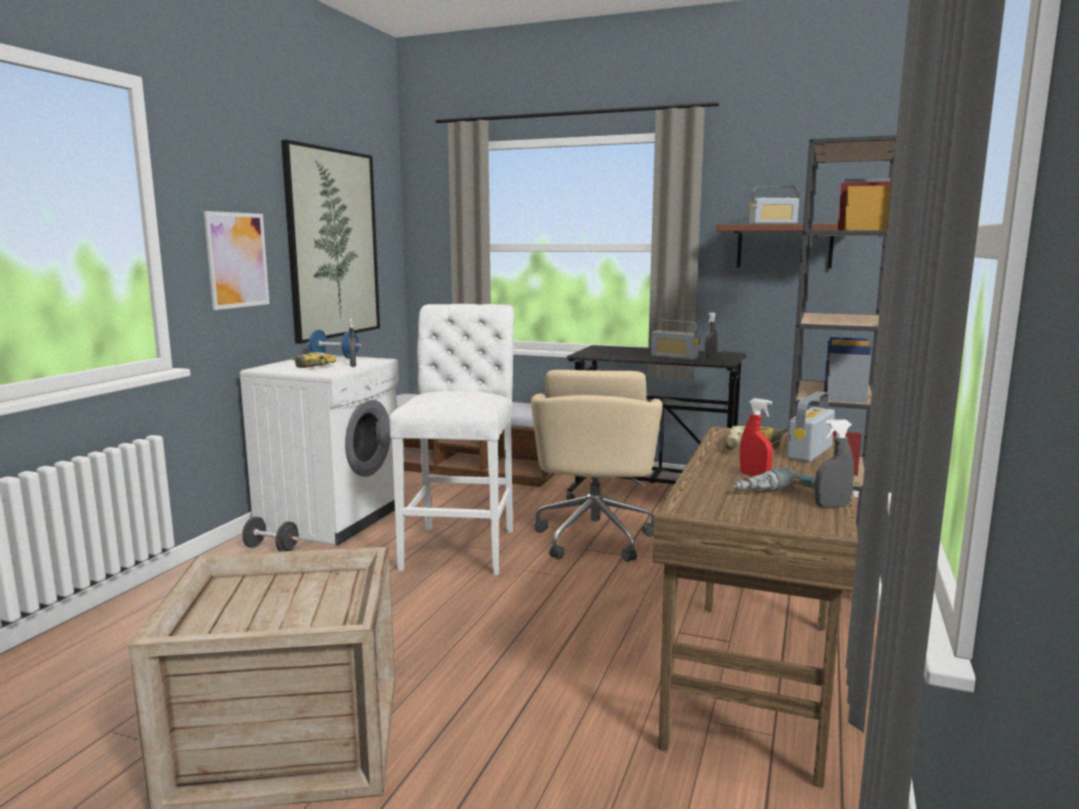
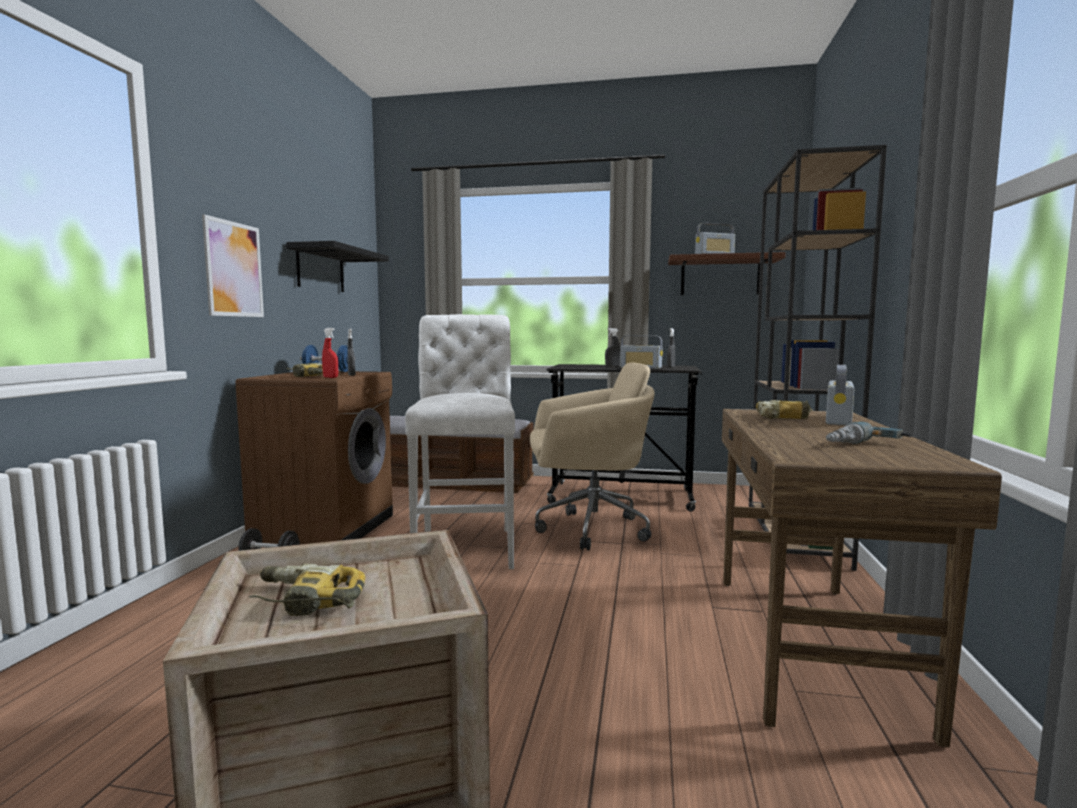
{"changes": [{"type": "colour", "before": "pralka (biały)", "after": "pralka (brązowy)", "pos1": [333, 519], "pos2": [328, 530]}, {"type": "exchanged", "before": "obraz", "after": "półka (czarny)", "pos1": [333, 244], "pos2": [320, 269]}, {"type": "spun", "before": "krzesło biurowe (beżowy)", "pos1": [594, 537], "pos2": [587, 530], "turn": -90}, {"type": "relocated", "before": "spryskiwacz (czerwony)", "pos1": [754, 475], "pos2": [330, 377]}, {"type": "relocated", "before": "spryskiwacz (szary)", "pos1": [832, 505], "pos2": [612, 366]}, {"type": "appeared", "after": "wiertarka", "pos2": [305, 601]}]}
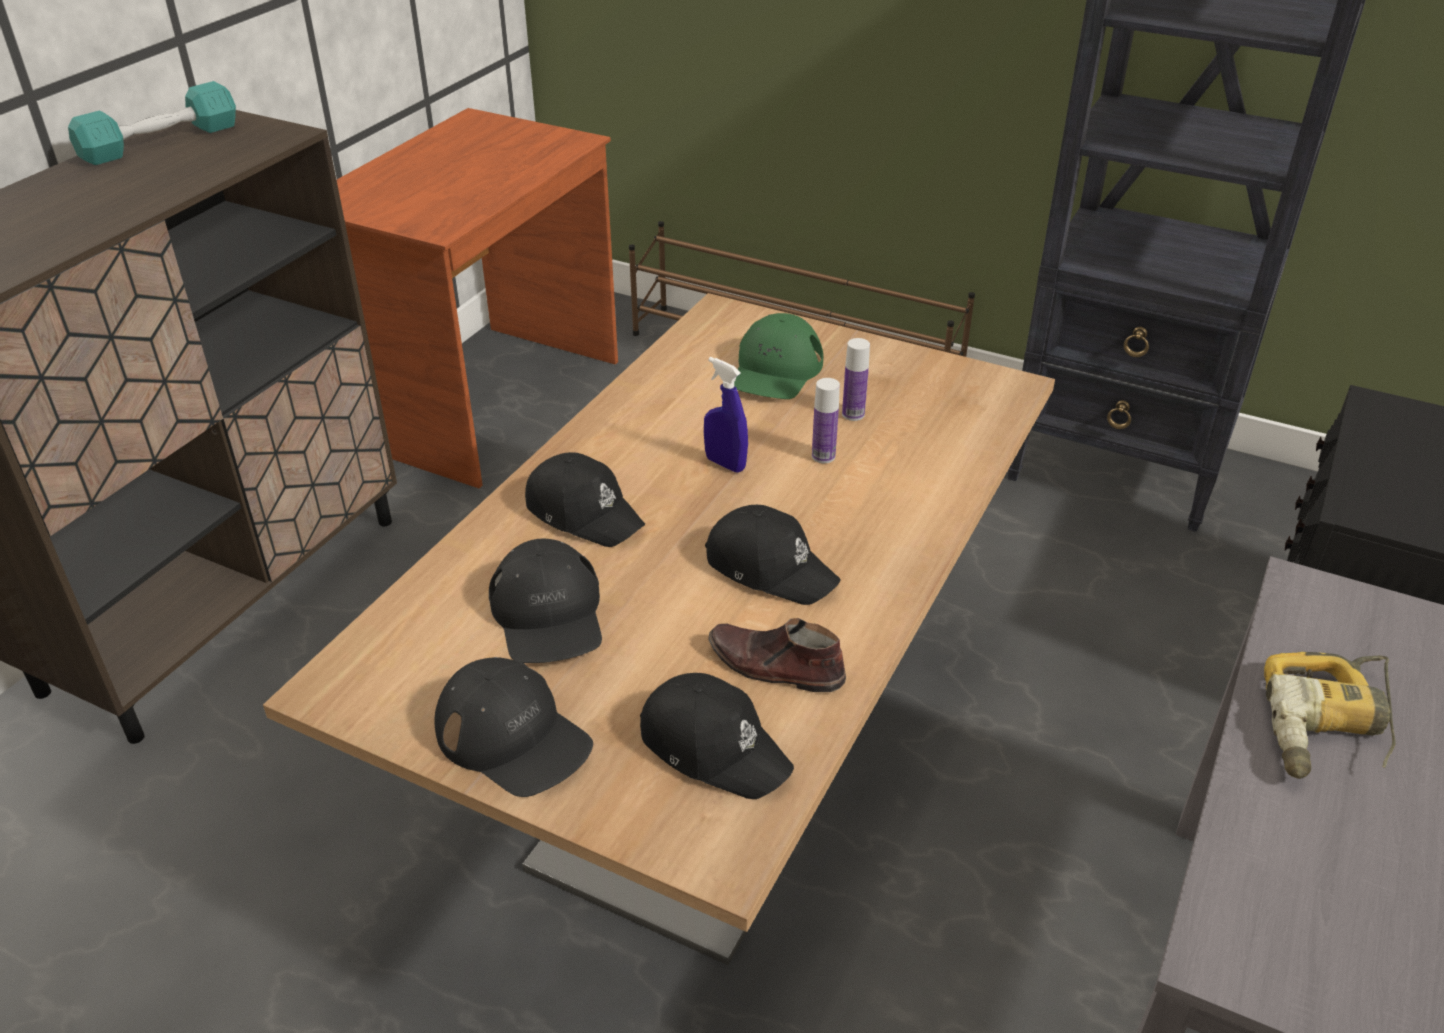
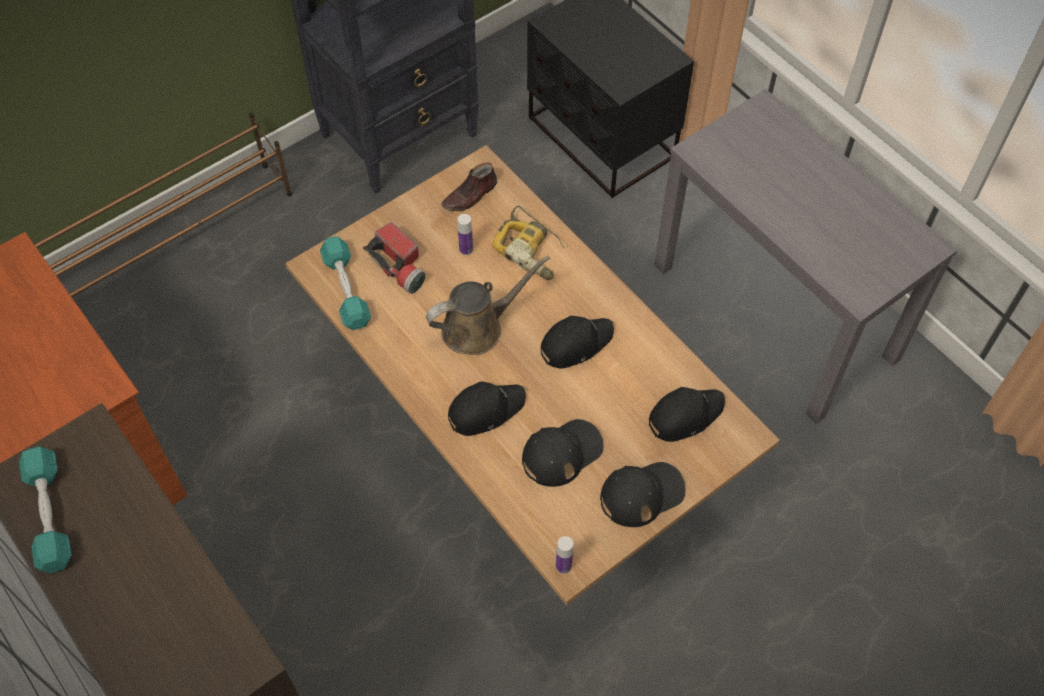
{"changes": [{"type": "spun", "before": "czapka z daszkiem (czarny)", "pos1": [548, 614], "pos2": [562, 453], "turn": -45}, {"type": "exchanged", "before": "spryskiwacz (niebieski)", "after": "konewka (brązowy)", "pos1": [725, 464], "pos2": [478, 328]}, {"type": "relocated", "before": "but (brązowy)", "pos1": [775, 667], "pos2": [470, 195]}, {"type": "exchanged", "before": "czapka z daszkiem (zielony)", "after": "latarka", "pos1": [775, 370], "pos2": [400, 266]}, {"type": "relocated", "before": "butelka", "pos1": [823, 456], "pos2": [563, 566]}, {"type": "relocated", "before": "wiertarka", "pos1": [1327, 728], "pos2": [531, 250]}, {"type": "appeared", "after": "hantel (turkusowy)", "pos2": [346, 290]}]}
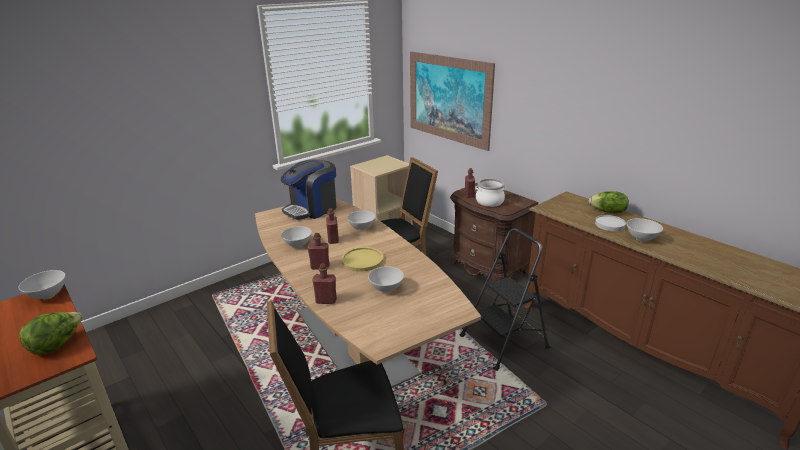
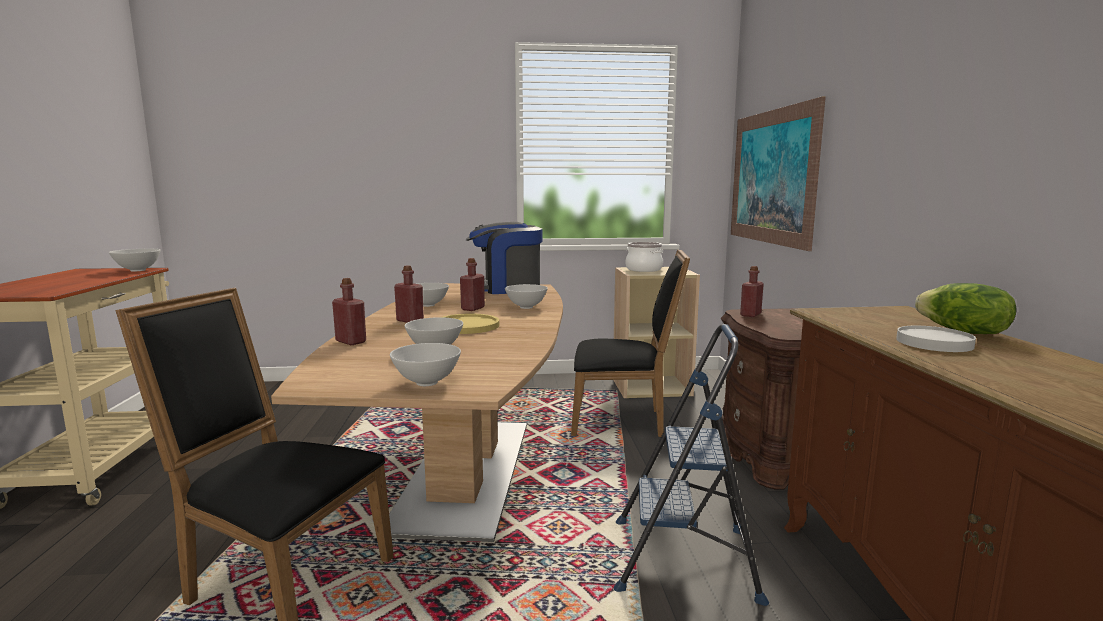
{"changes": [{"type": "missing", "before": "sałata", "pos1": [57, 345]}, {"type": "colour", "before": "drabinka (czarny)", "after": "drabinka (niebieski)", "pos1": [506, 340], "pos2": [689, 559]}, {"type": "relocated", "before": "garnek", "pos1": [489, 202], "pos2": [643, 269]}, {"type": "relocated", "before": "miska (biały)", "pos1": [641, 239], "pos2": [426, 383]}]}
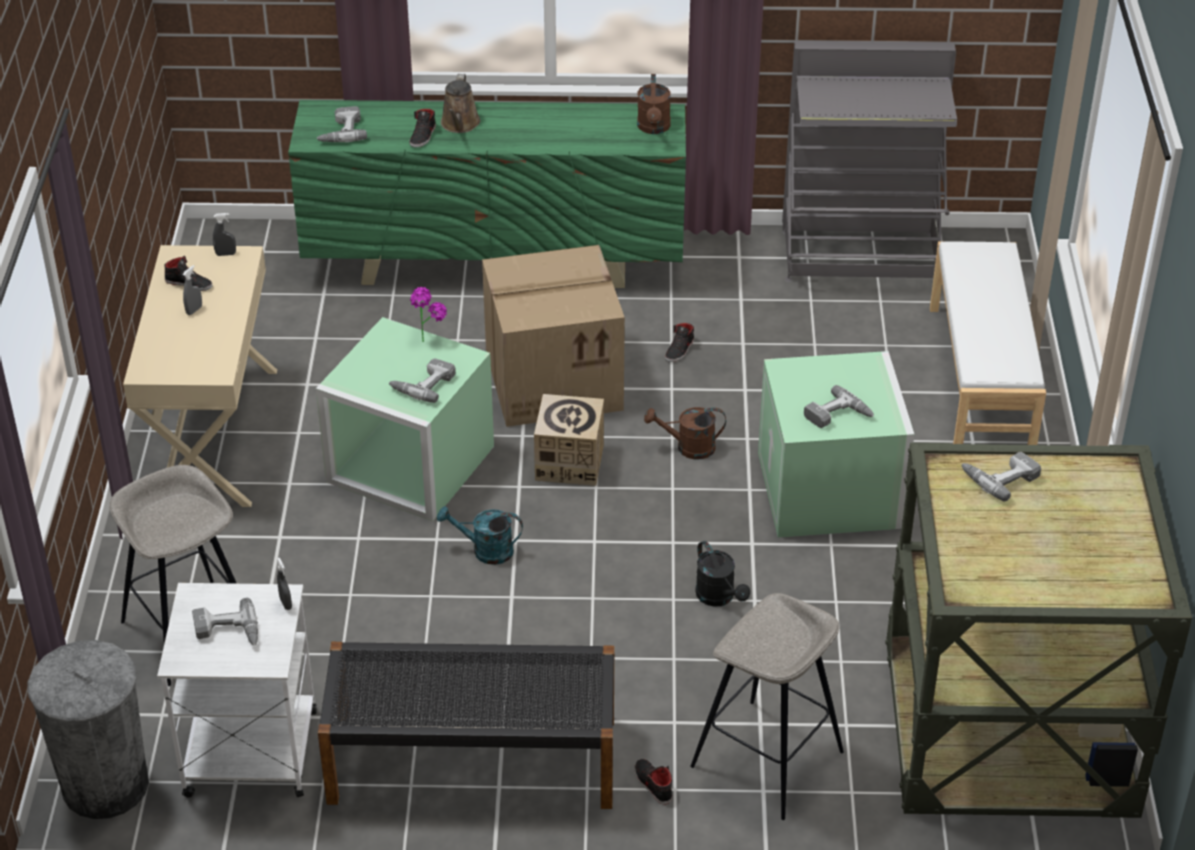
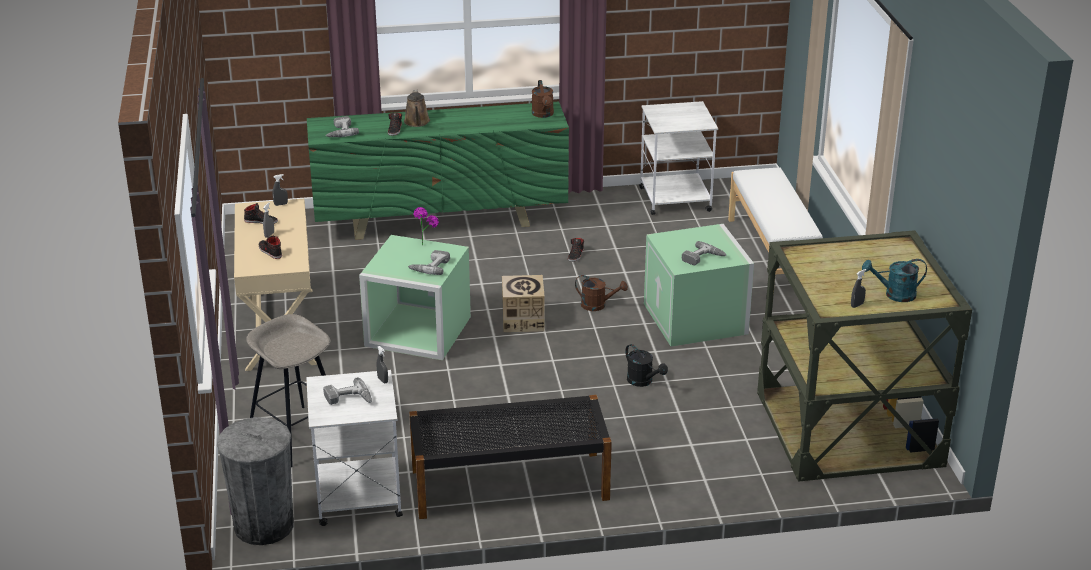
{"changes": [{"type": "relocated", "before": "konewka (turkusowy)", "pos1": [485, 550], "pos2": [894, 295]}, {"type": "missing", "before": "karton", "pos1": [555, 379]}, {"type": "relocated", "before": "but (czarny)", "pos1": [652, 784], "pos2": [270, 251]}, {"type": "spun", "before": "konewka (brązowy)", "pos1": [688, 448], "pos2": [598, 305], "turn": -150}, {"type": "missing", "before": "stołek (szary)", "pos1": [767, 760]}, {"type": "exchanged", "before": "regał na buty (szary)", "after": "wózek (biały)", "pos1": [860, 260], "pos2": [676, 199]}, {"type": "missing", "before": "wiertarka", "pos1": [999, 477]}, {"type": "appeared", "after": "spryskiwacz (szary)", "pos2": [857, 305]}]}
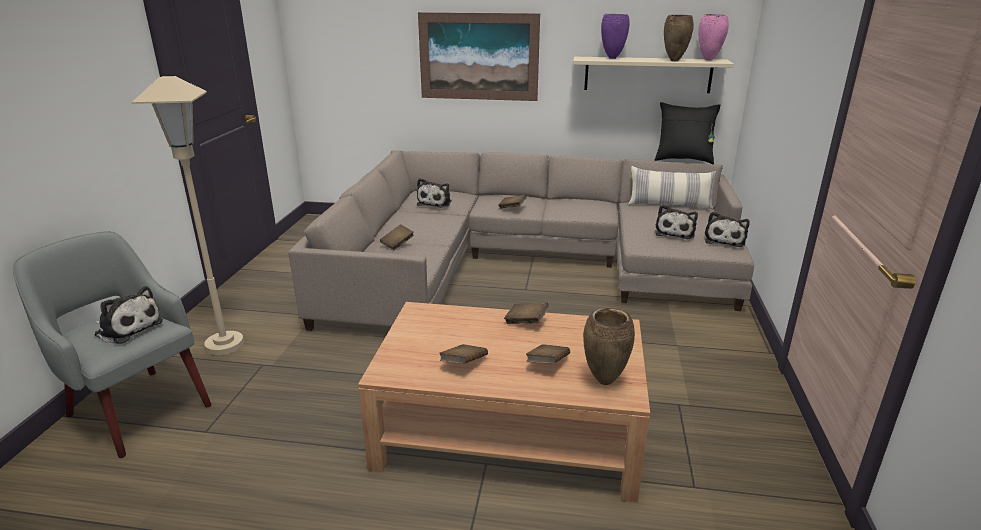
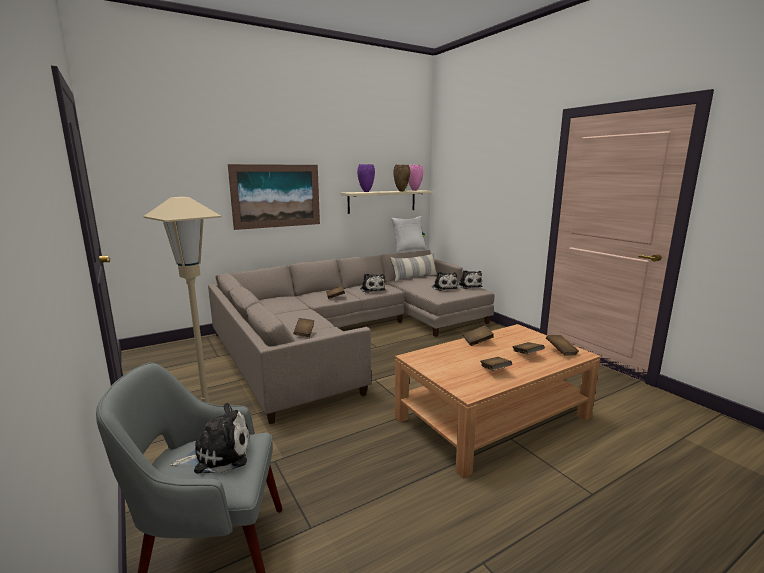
{"changes": [{"type": "relocated", "before": "pluszak", "pos1": [435, 203], "pos2": [372, 289]}, {"type": "exchanged", "before": "wazon (brązowy)", "after": "książka (brązowy)", "pos1": [603, 381], "pos2": [561, 352]}, {"type": "colour", "before": "poduszka (czarny)", "after": "poduszka (biały)", "pos1": [683, 160], "pos2": [408, 251]}]}
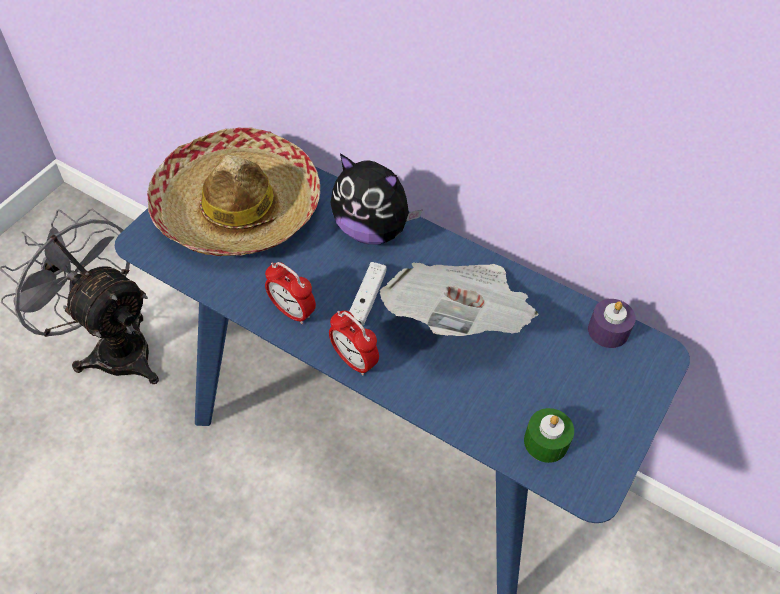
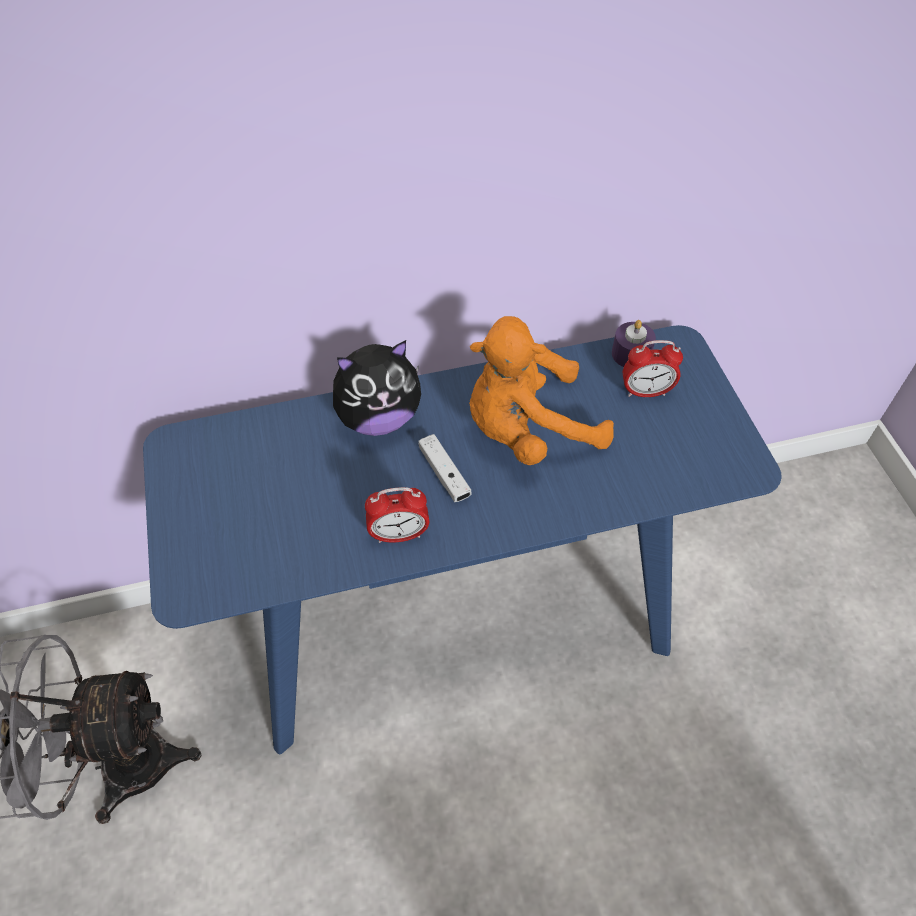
{"changes": [{"type": "missing", "before": "kapelusz", "pos1": [238, 208]}, {"type": "relocated", "before": "budzik", "pos1": [354, 360], "pos2": [646, 392]}, {"type": "exchanged", "before": "gazeta", "after": "pluszak (pomarańczowy)", "pos1": [458, 318], "pos2": [527, 430]}, {"type": "missing", "before": "świeca (zielony)", "pos1": [546, 442]}]}
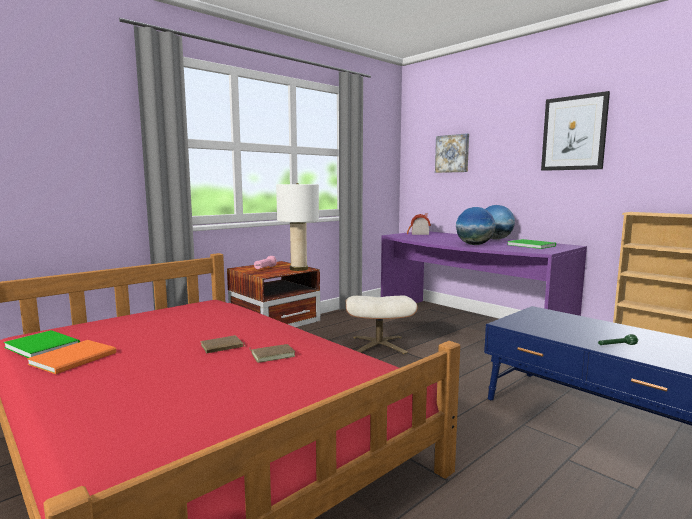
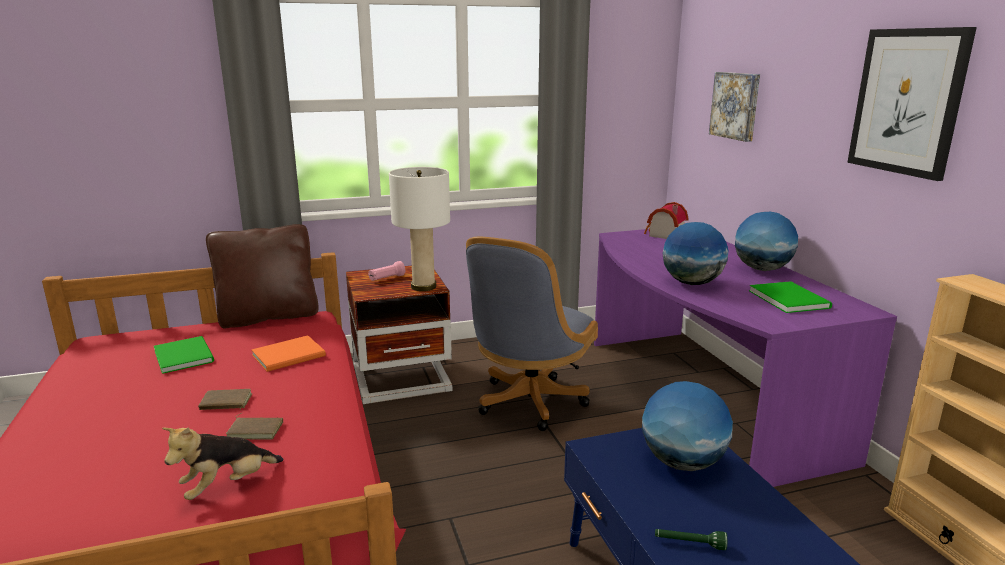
{"changes": [{"type": "relocated", "before": "książka (zielony)", "pos1": [43, 345], "pos2": [185, 355]}, {"type": "relocated", "before": "książka (pomarańczowy)", "pos1": [76, 358], "pos2": [291, 355]}, {"type": "exchanged", "before": "pufa (beżowy)", "after": "krzesło biurowe (niebieski)", "pos1": [379, 345], "pos2": [527, 407]}, {"type": "appeared", "after": "pluszak", "pos2": [227, 486]}, {"type": "appeared", "after": "poduszka (brązowy)", "pos2": [269, 317]}, {"type": "appeared", "after": "globus", "pos2": [682, 462]}]}
